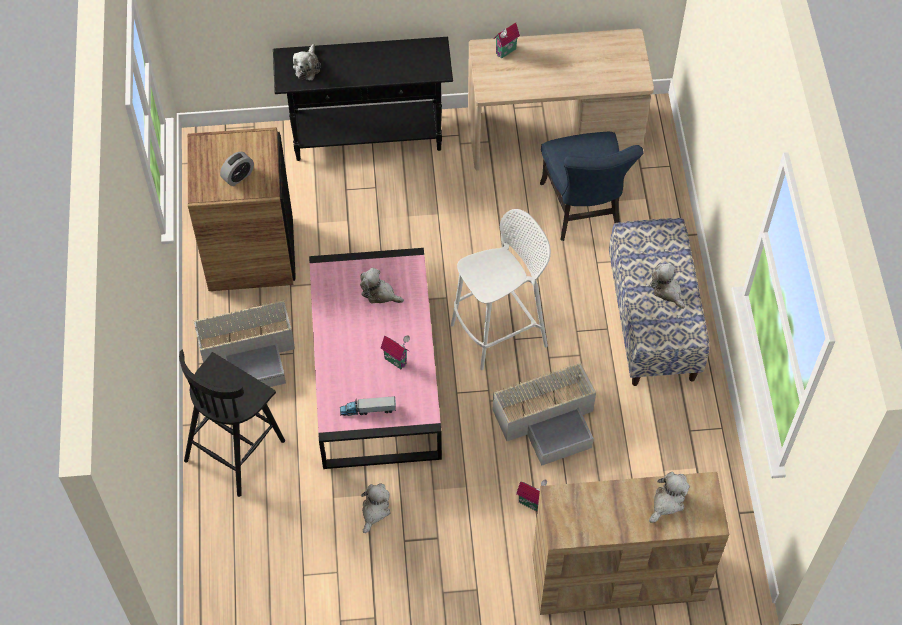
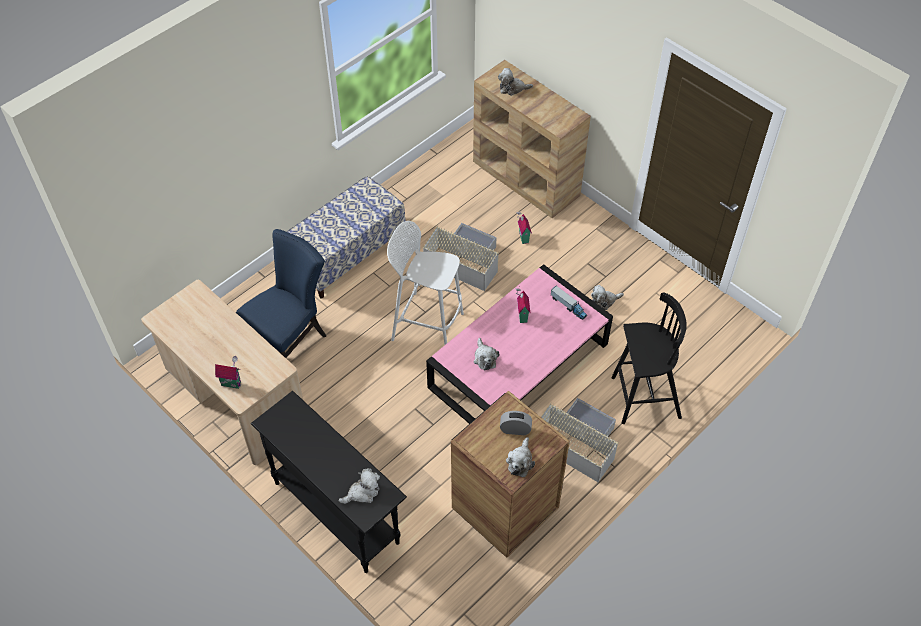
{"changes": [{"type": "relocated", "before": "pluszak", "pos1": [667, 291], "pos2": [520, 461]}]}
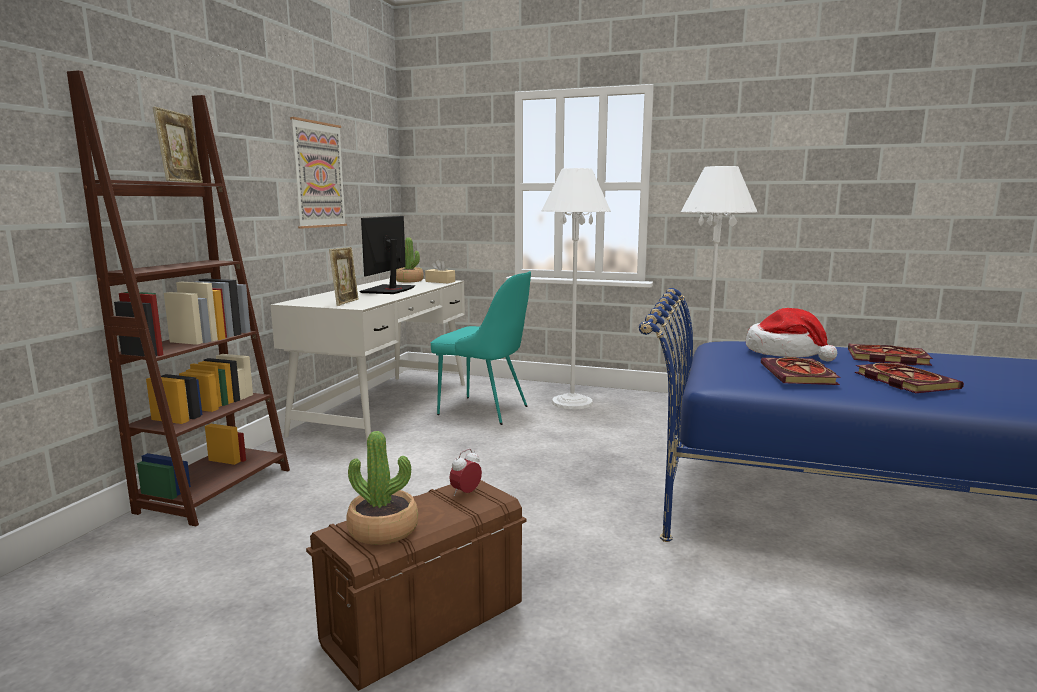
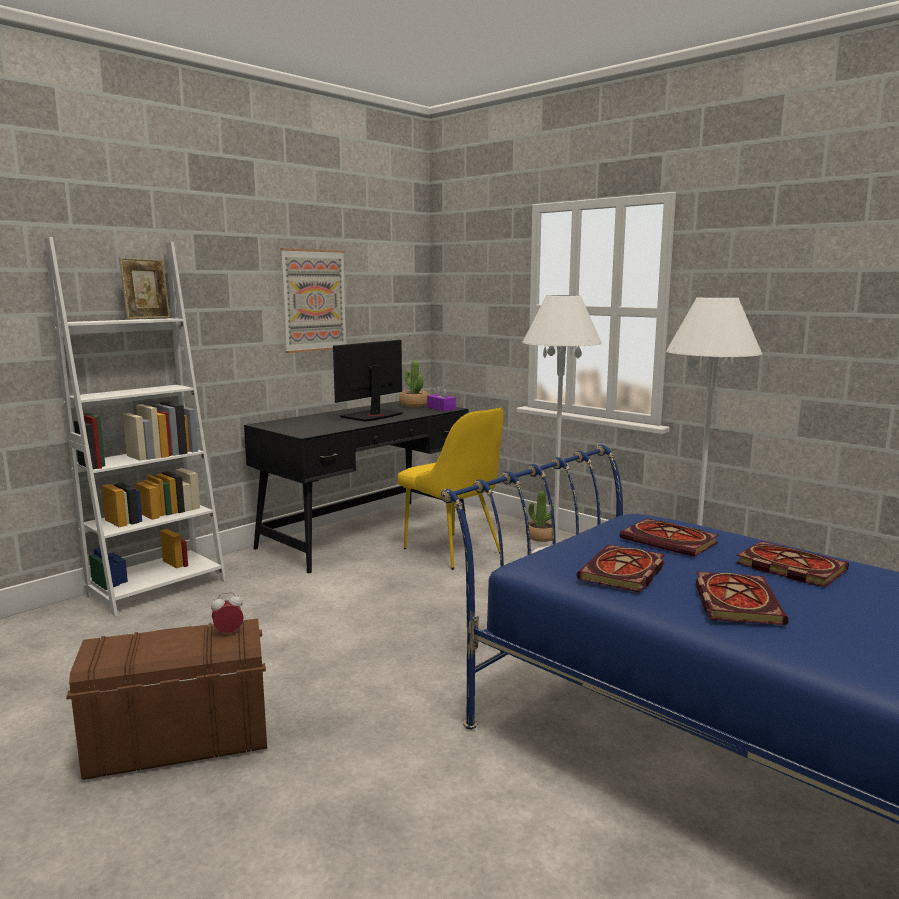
{"changes": [{"type": "colour", "before": "regał (brązowy)", "after": "regał (biały)", "pos1": [215, 490], "pos2": [157, 588]}, {"type": "colour", "before": "biurko (biały)", "after": "biurko (czarny)", "pos1": [386, 407], "pos2": [366, 533]}, {"type": "missing", "before": "ramka na zdjęcie", "pos1": [346, 302]}, {"type": "relocated", "before": "roślina doniczkowa", "pos1": [383, 530], "pos2": [541, 537]}, {"type": "colour", "before": "pudełko chusteczek (beżowy)", "after": "pudełko chusteczek (fioletowy)", "pos1": [440, 281], "pos2": [441, 408]}, {"type": "colour", "before": "krzesło (turkusowy)", "after": "krzesło (żółty)", "pos1": [484, 410], "pos2": [453, 551]}, {"type": "exchanged", "before": "kapelusz", "after": "książka", "pos1": [785, 353], "pos2": [671, 541]}]}
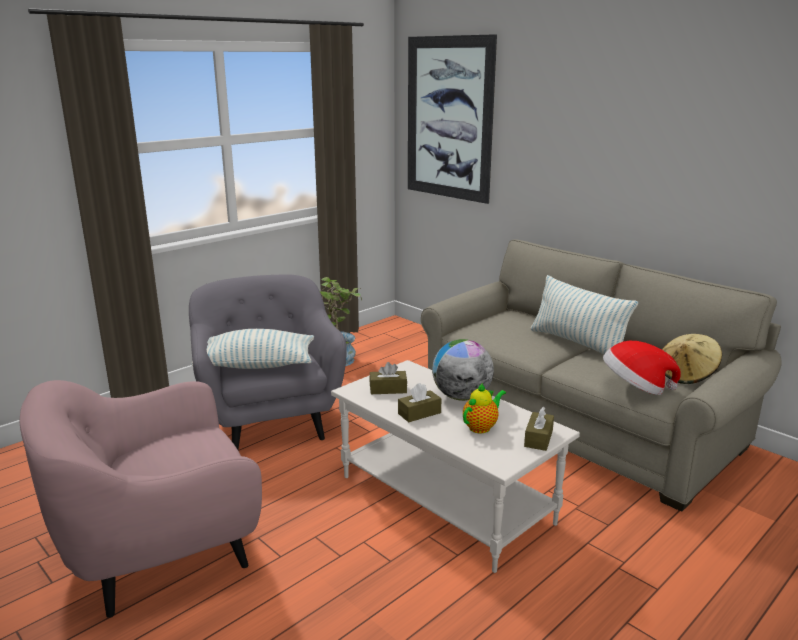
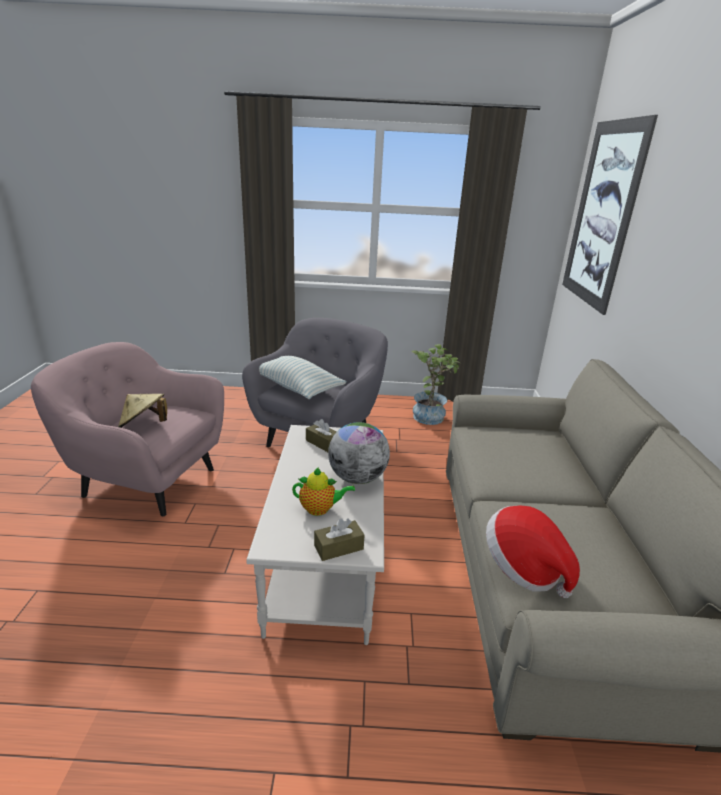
{"changes": [{"type": "missing", "before": "pudełko chusteczek (brązowy)", "pos1": [419, 413]}, {"type": "missing", "before": "poduszka", "pos1": [577, 344]}, {"type": "relocated", "before": "kapelusz (beżowy)", "pos1": [687, 375], "pos2": [144, 425]}]}
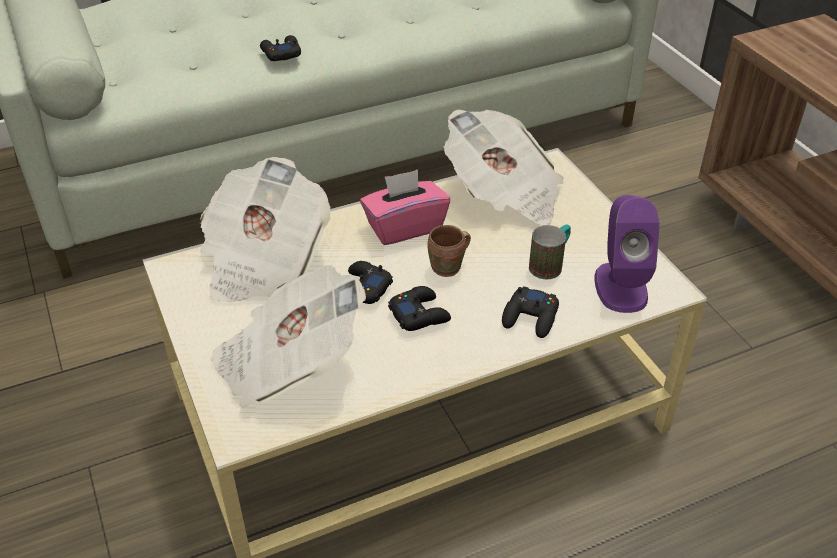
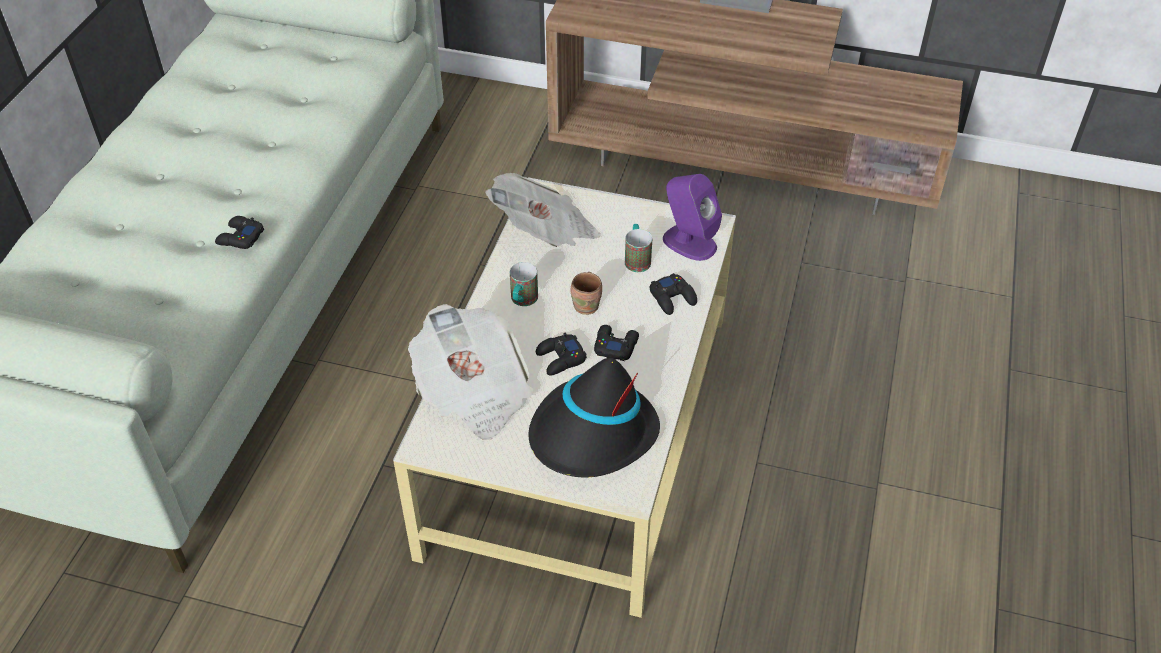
{"changes": [{"type": "exchanged", "before": "gazeta", "after": "kapelusz (czarny)", "pos1": [288, 363], "pos2": [593, 434]}, {"type": "exchanged", "before": "pudełko chusteczek (różowy)", "after": "kubek", "pos1": [404, 227], "pos2": [522, 301]}]}
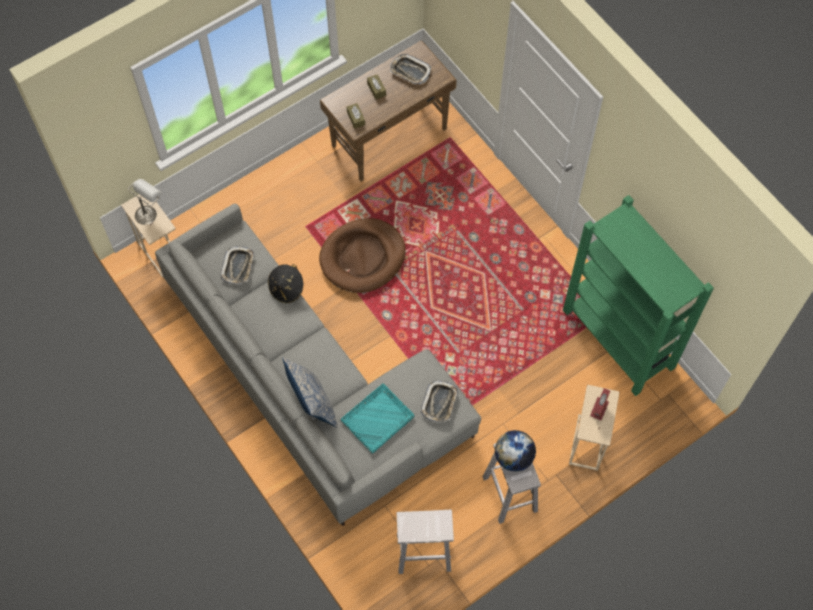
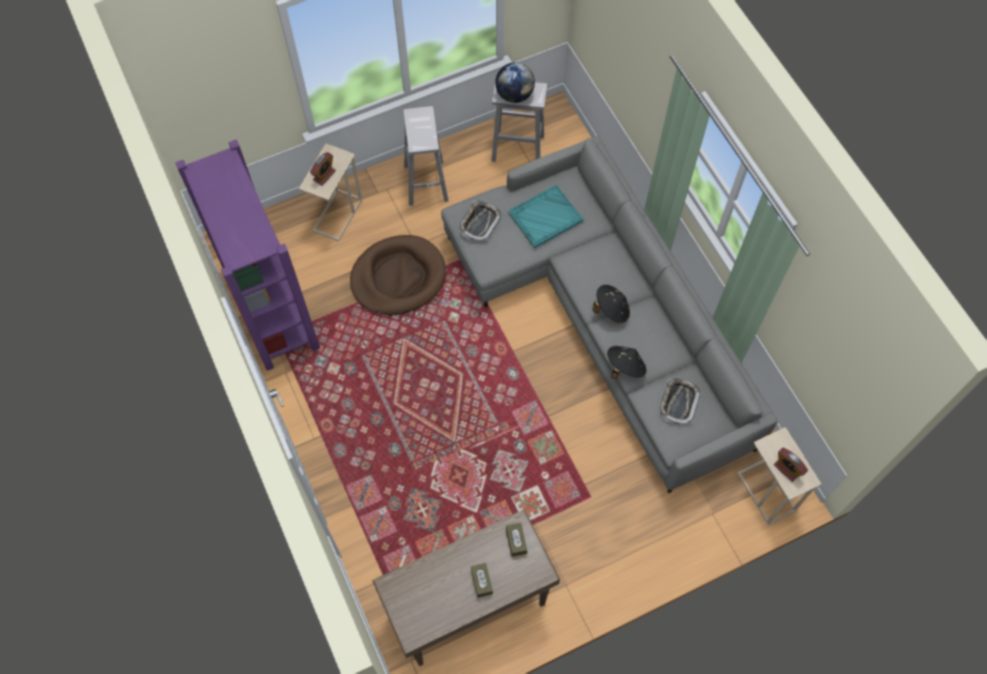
{"changes": [{"type": "exchanged", "before": "lampa stołowa (biały)", "after": "budzik", "pos1": [148, 211], "pos2": [787, 469]}, {"type": "missing", "before": "poduszka", "pos1": [312, 404]}, {"type": "relocated", "before": "legowisko (brązowy)", "pos1": [363, 257], "pos2": [398, 277]}, {"type": "missing", "before": "taca", "pos1": [410, 71]}, {"type": "relocated", "before": "globus", "pos1": [514, 457], "pos2": [514, 95]}, {"type": "colour", "before": "regał (zielony)", "after": "regał (fioletowy)", "pos1": [618, 338], "pos2": [271, 308]}, {"type": "appeared", "after": "kapelusz (czarny)", "pos2": [611, 309]}]}
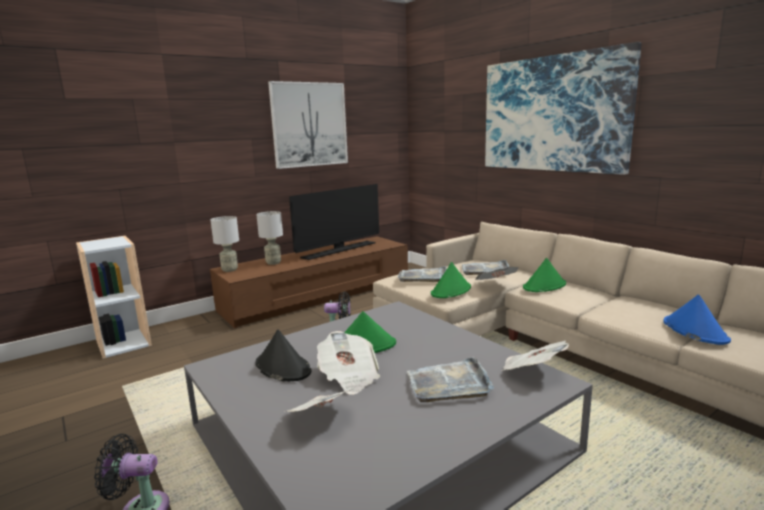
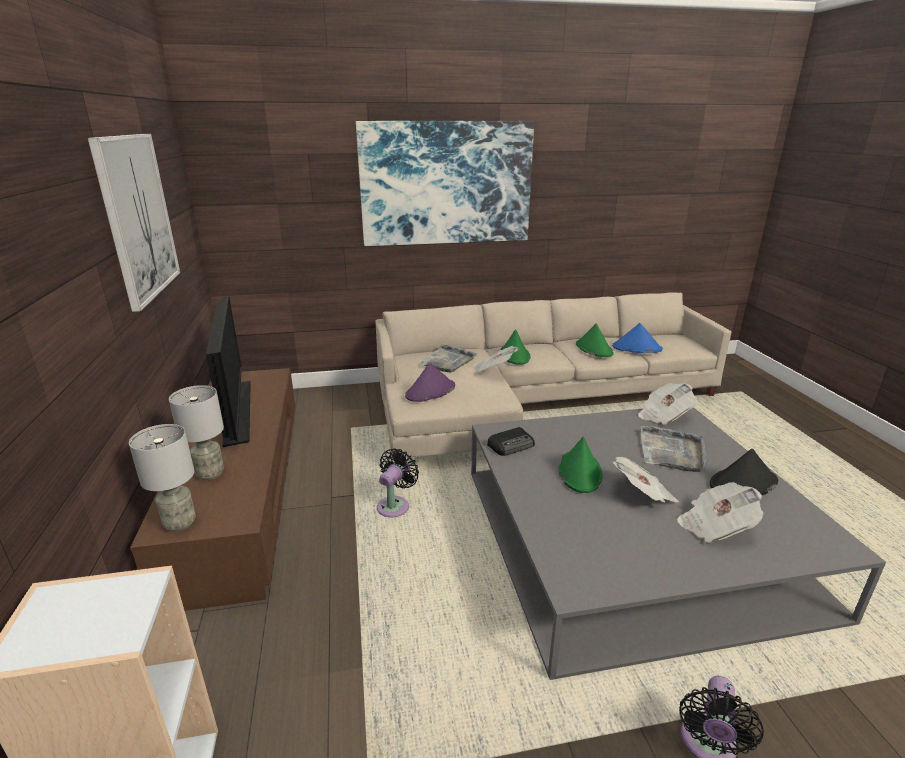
{"changes": [{"type": "relocated", "before": "kapelusz (czarny)", "pos1": [282, 367], "pos2": [743, 483]}, {"type": "exchanged", "before": "taca (szary)", "after": "kapelusz (fioletowy)", "pos1": [423, 276], "pos2": [430, 391]}, {"type": "relocated", "before": "kapelusz (zielony)", "pos1": [451, 291], "pos2": [593, 349]}, {"type": "appeared", "after": "radio", "pos2": [511, 445]}]}
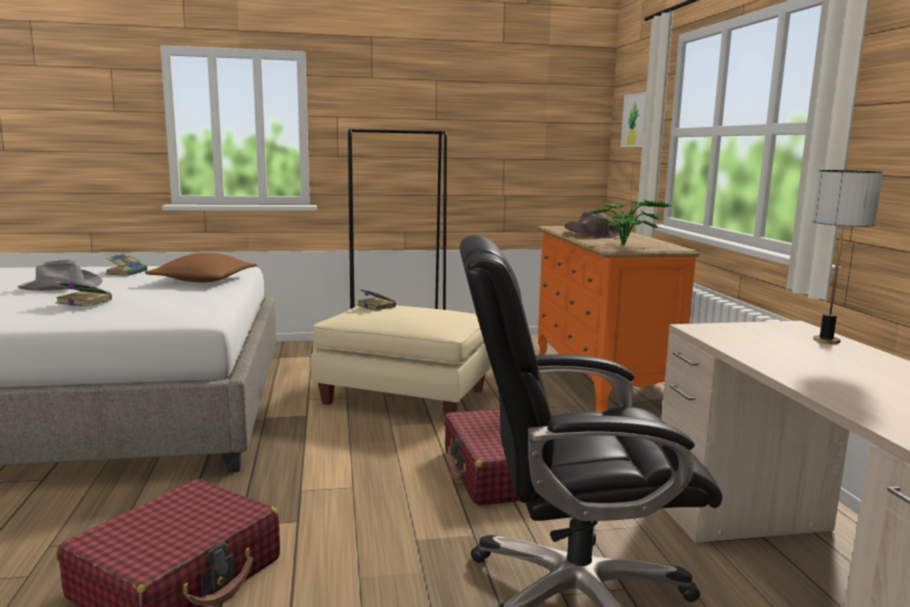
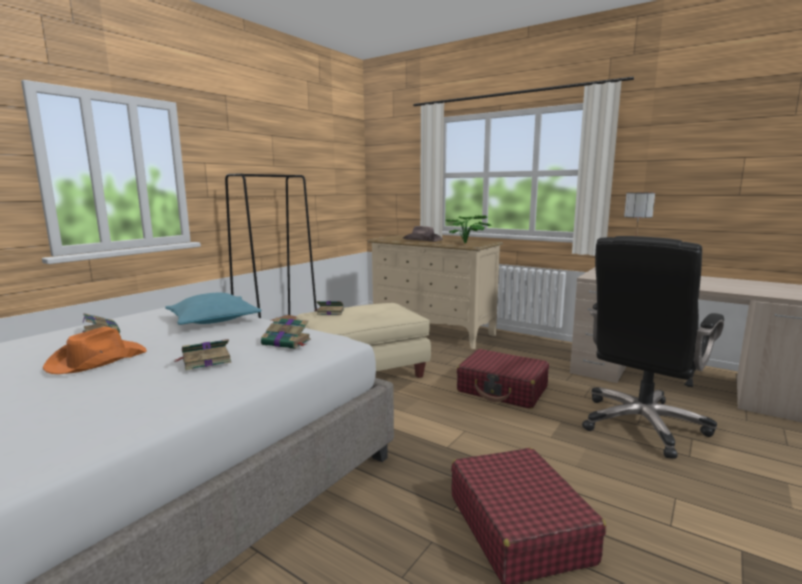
{"changes": [{"type": "colour", "before": "kapelusz (szary)", "after": "kapelusz (pomarańczowy)", "pos1": [60, 287], "pos2": [96, 360]}, {"type": "colour", "before": "poduszka (brązowy)", "after": "poduszka (turkusowy)", "pos1": [203, 280], "pos2": [213, 320]}, {"type": "colour", "before": "komoda (pomarańczowy)", "after": "komoda (beżowy)", "pos1": [598, 382], "pos2": [432, 331]}, {"type": "missing", "before": "obraz", "pos1": [636, 120]}, {"type": "appeared", "after": "książka", "pos2": [287, 342]}]}
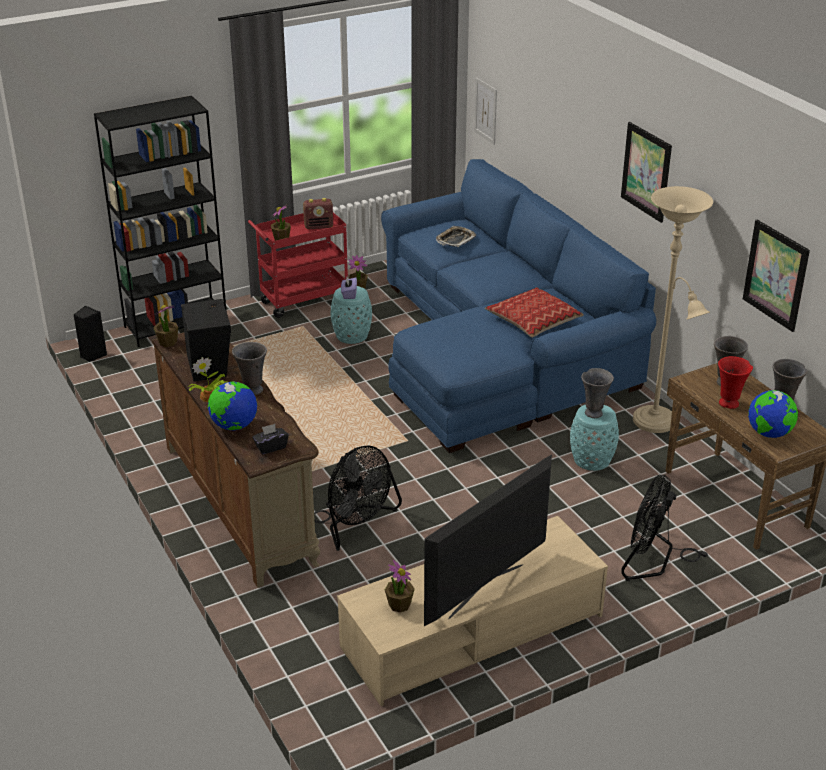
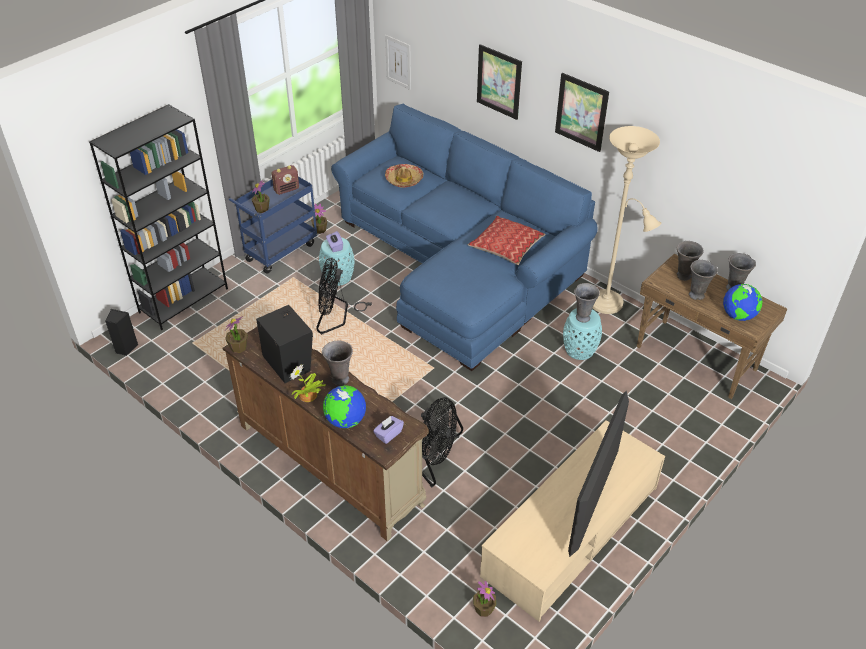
{"changes": [{"type": "colour", "before": "wózek (czerwony)", "after": "wózek (niebieski)", "pos1": [301, 302], "pos2": [280, 253]}, {"type": "colour", "before": "pudełko chusteczek (czarny)", "after": "pudełko chusteczek (fioletowy)", "pos1": [271, 447], "pos2": [388, 434]}, {"type": "relocated", "before": "roślina doniczkowa", "pos1": [399, 605], "pos2": [483, 609]}, {"type": "exchanged", "before": "taca", "after": "kapelusz", "pos1": [455, 240], "pos2": [404, 180]}, {"type": "relocated", "before": "wentylator (czarny)", "pos1": [655, 556], "pos2": [337, 312]}, {"type": "colour", "before": "wazon (czerwony)", "after": "wazon (szary)", "pos1": [729, 404], "pos2": [697, 295]}, {"type": "relocated", "before": "obraz", "pos1": [775, 275], "pos2": [499, 82]}]}
